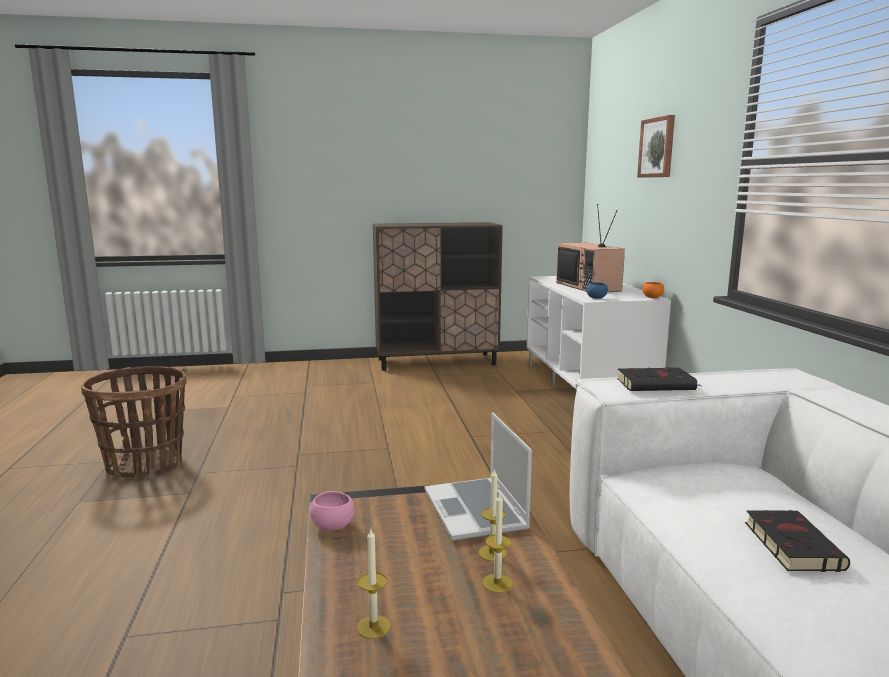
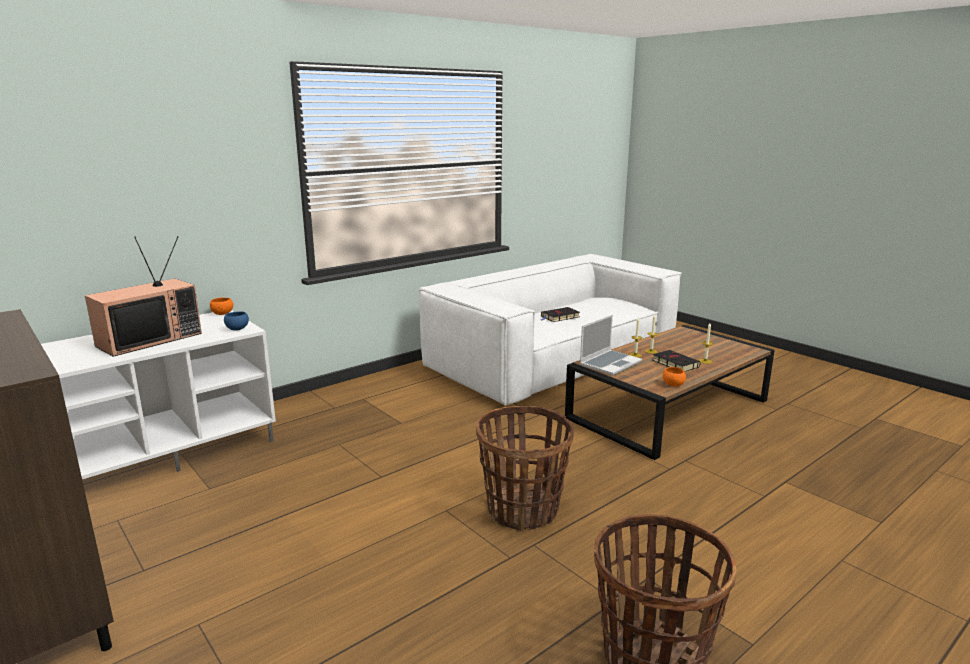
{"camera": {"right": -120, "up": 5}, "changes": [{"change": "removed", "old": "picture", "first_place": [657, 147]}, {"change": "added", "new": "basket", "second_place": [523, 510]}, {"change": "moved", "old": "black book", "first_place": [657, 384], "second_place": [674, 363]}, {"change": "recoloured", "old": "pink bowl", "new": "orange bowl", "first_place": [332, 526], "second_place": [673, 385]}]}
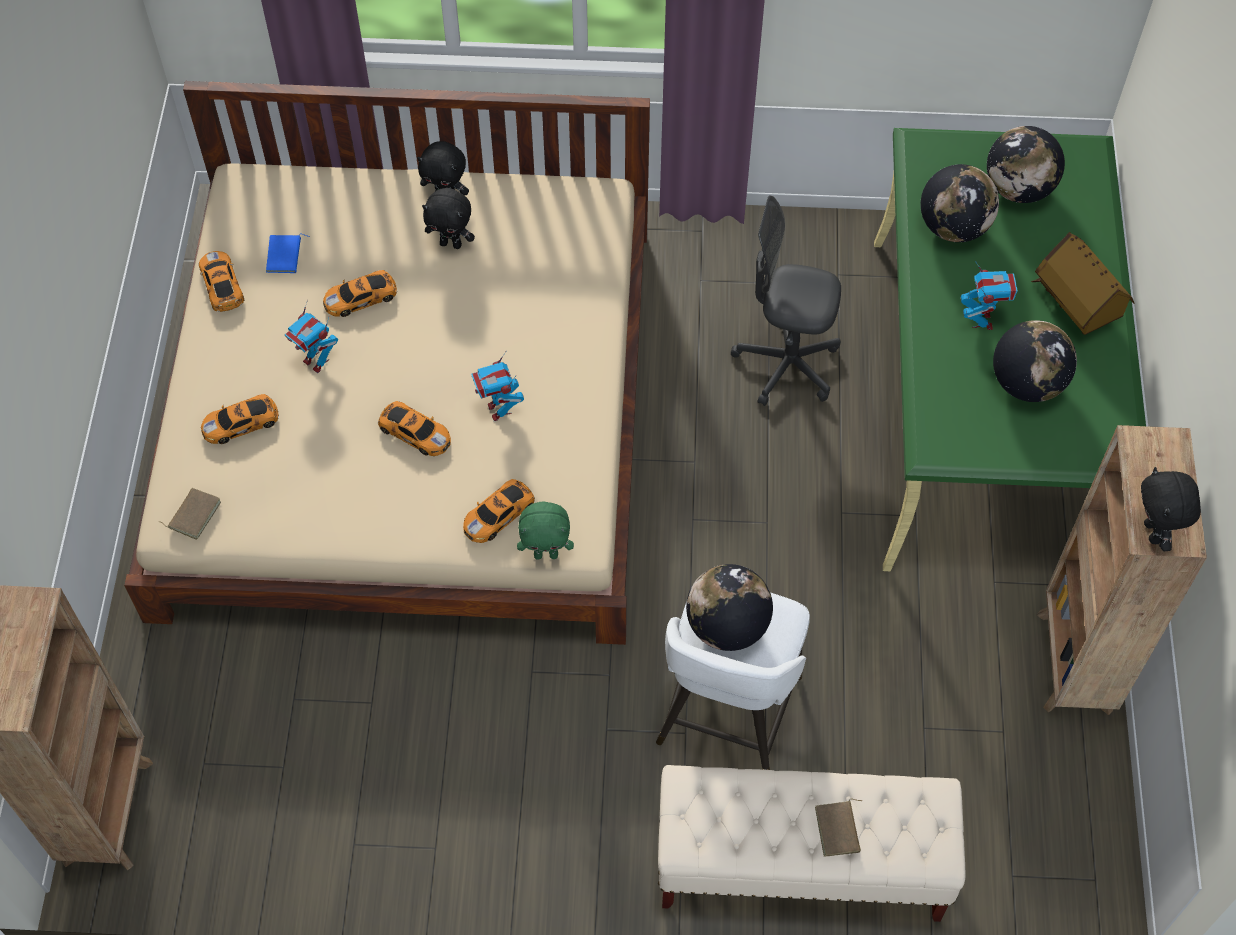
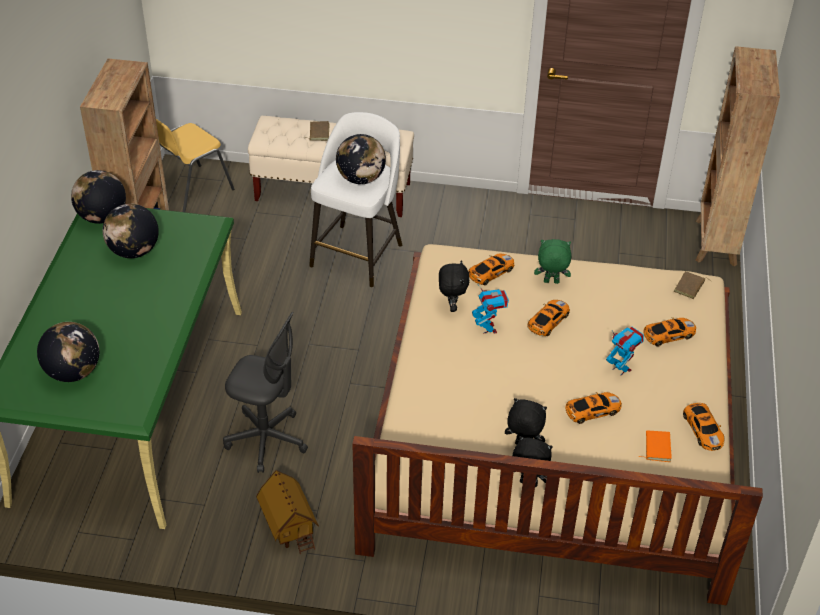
{"camera": {"right": -175, "up": -15}, "changes": [{"change": "removed", "old": "toy robot", "first_place": [981, 320]}, {"change": "added", "new": "yellow chair", "second_place": [191, 191]}, {"change": "moved", "old": "green plush toy", "first_place": [546, 554], "second_place": [551, 282]}, {"change": "moved", "old": "globe", "first_place": [954, 227], "second_place": [102, 217]}, {"change": "moved", "old": "toy house", "first_place": [1075, 307], "second_place": [289, 527]}, {"change": "moved", "old": "black plush toy", "first_place": [1154, 533], "second_place": [451, 306]}, {"change": "recoloured", "old": "blue book", "new": "orange book", "first_place": [285, 256], "second_place": [656, 447]}, {"change": "turned", "old": "toy car", "first_place": [414, 432], "second_place": [548, 321], "degrees": 90}]}
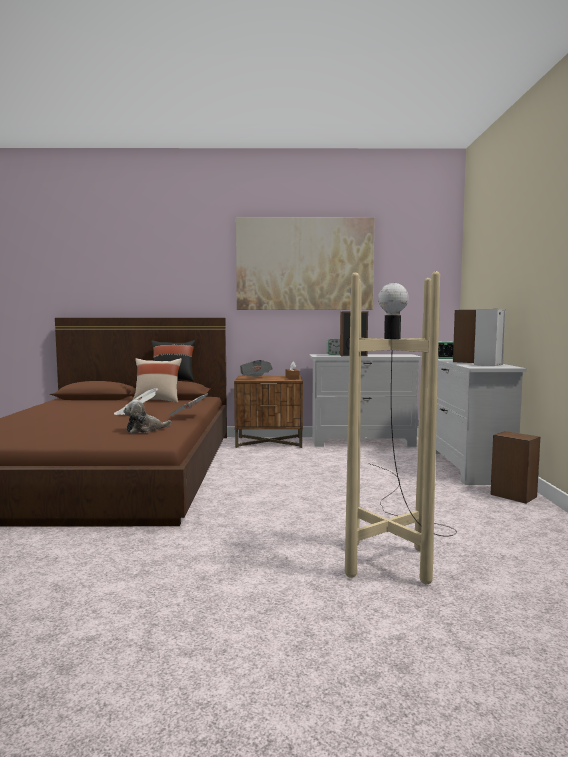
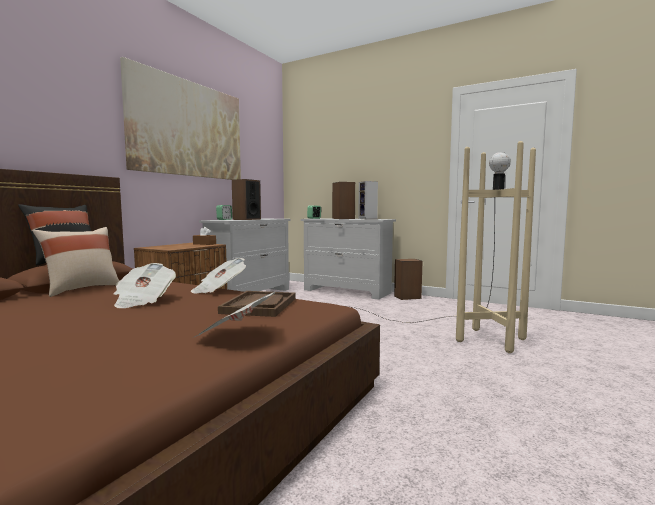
{"camera": {"right": -60, "up": 0}, "changes": [{"change": "moved", "old": "newspaper", "first_place": [256, 378], "second_place": [236, 336]}, {"change": "replaced", "old": "plush toy", "new": "brown tray", "first_place": [145, 430], "second_place": [259, 305]}]}
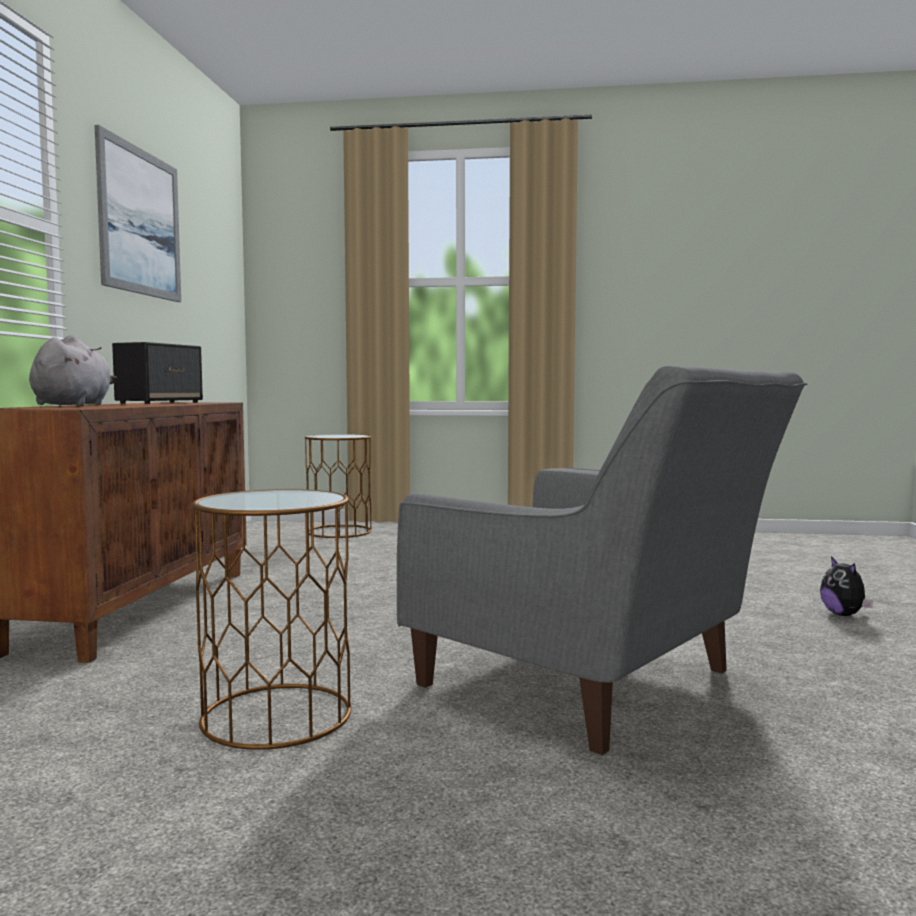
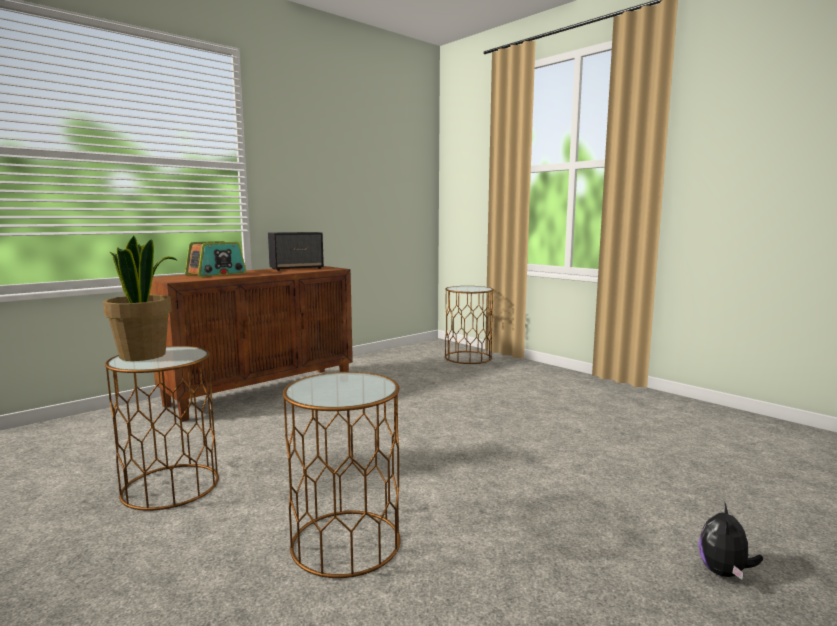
{"camera": {"right": 40, "up": 5}, "changes": [{"change": "removed", "old": "picture", "first_place": [140, 222]}, {"change": "added", "new": "potted plant", "second_place": [144, 355]}, {"change": "replaced", "old": "grey plush toy", "new": "radio", "first_place": [74, 405], "second_place": [216, 274]}, {"change": "replaced", "old": "grey armchair", "new": "brown side table", "first_place": [595, 684], "second_place": [345, 542]}]}
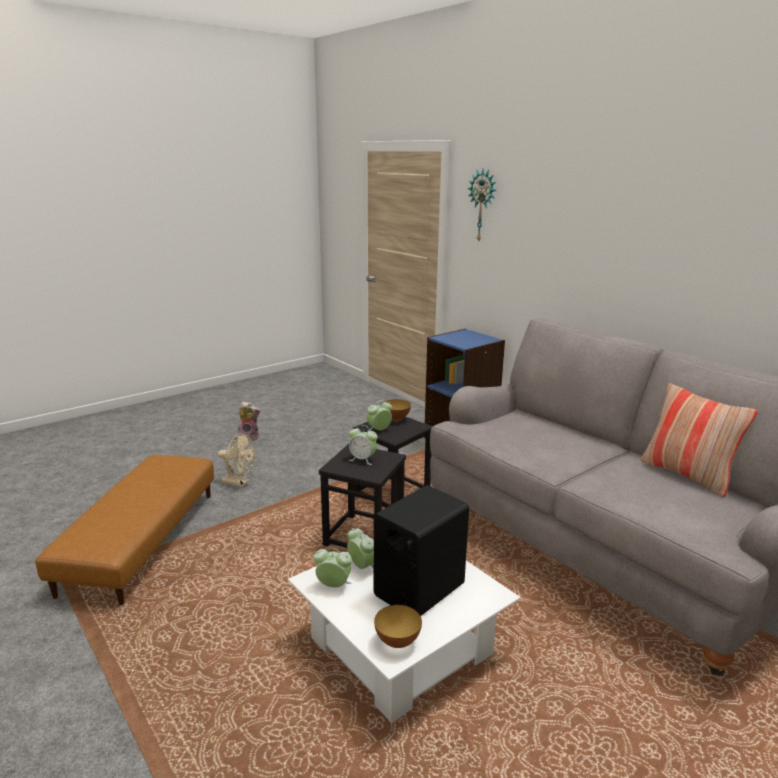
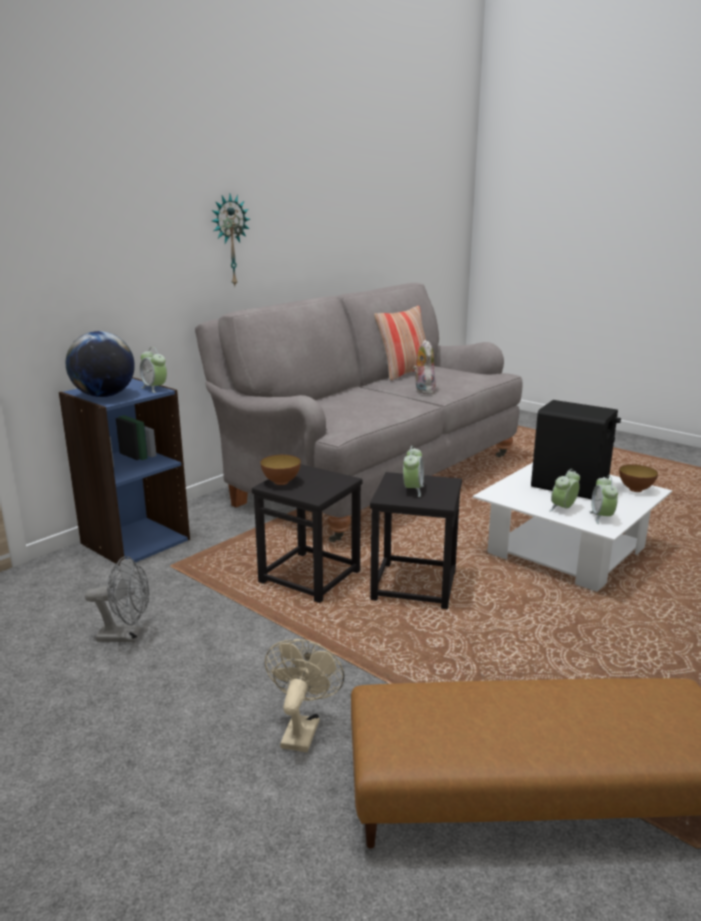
{"camera": {"right": -100, "up": 0}, "changes": [{"change": "added", "new": "globe", "second_place": [104, 396]}, {"change": "added", "new": "grey fan", "second_place": [126, 636]}, {"change": "moved", "old": "plush toy", "first_place": [249, 437], "second_place": [423, 391]}, {"change": "moved", "old": "alarm clock", "first_place": [379, 430], "second_place": [154, 388]}, {"change": "moved", "old": "wall clock", "first_place": [482, 205], "second_place": [229, 240]}]}
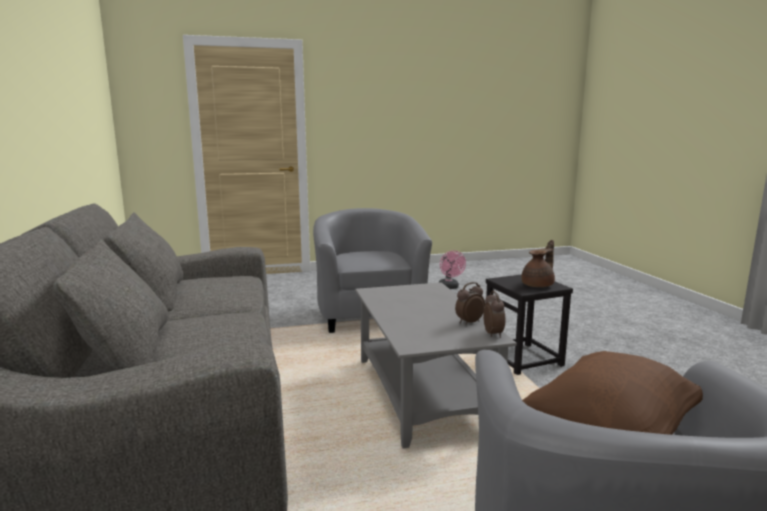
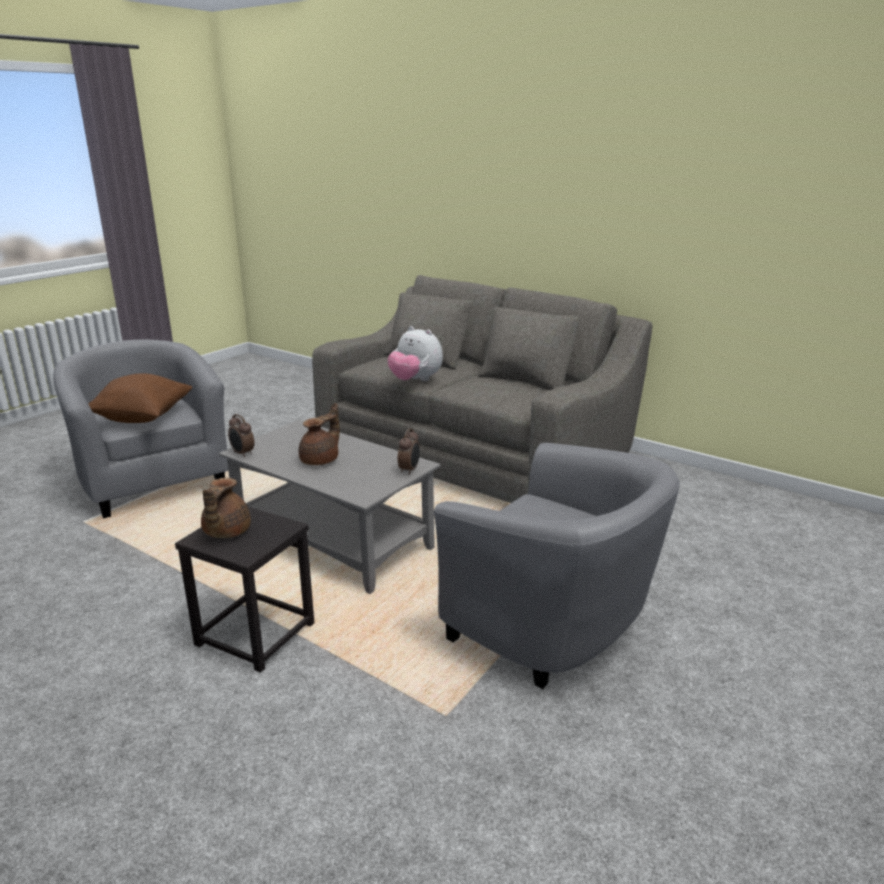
{"camera": {"right": 140, "up": 10}, "changes": [{"change": "removed", "old": "pink fan", "first_place": [449, 287]}, {"change": "added", "new": "brown teapot", "second_place": [321, 460]}, {"change": "added", "new": "plush toy", "second_place": [415, 381]}, {"change": "moved", "old": "alarm clock", "first_place": [468, 322], "second_place": [409, 470]}]}
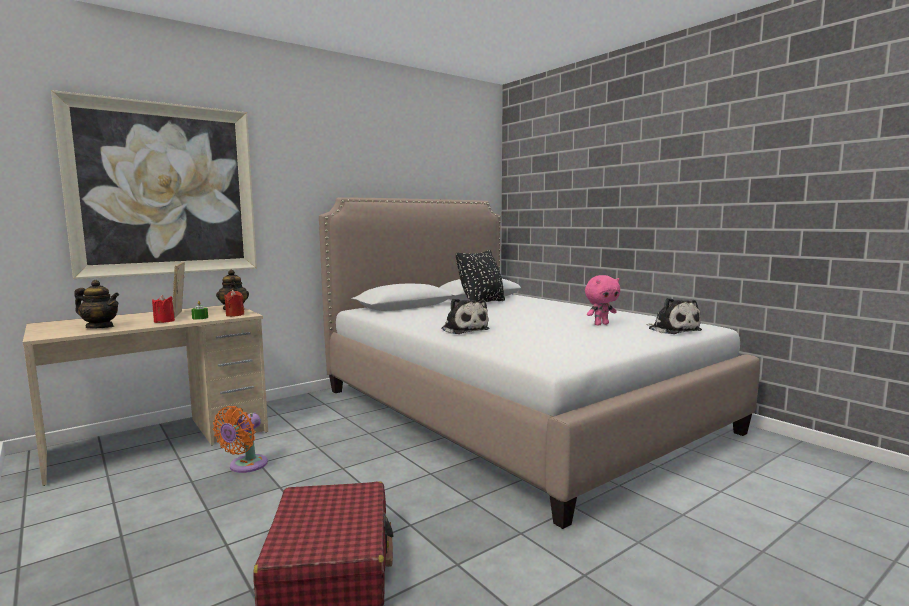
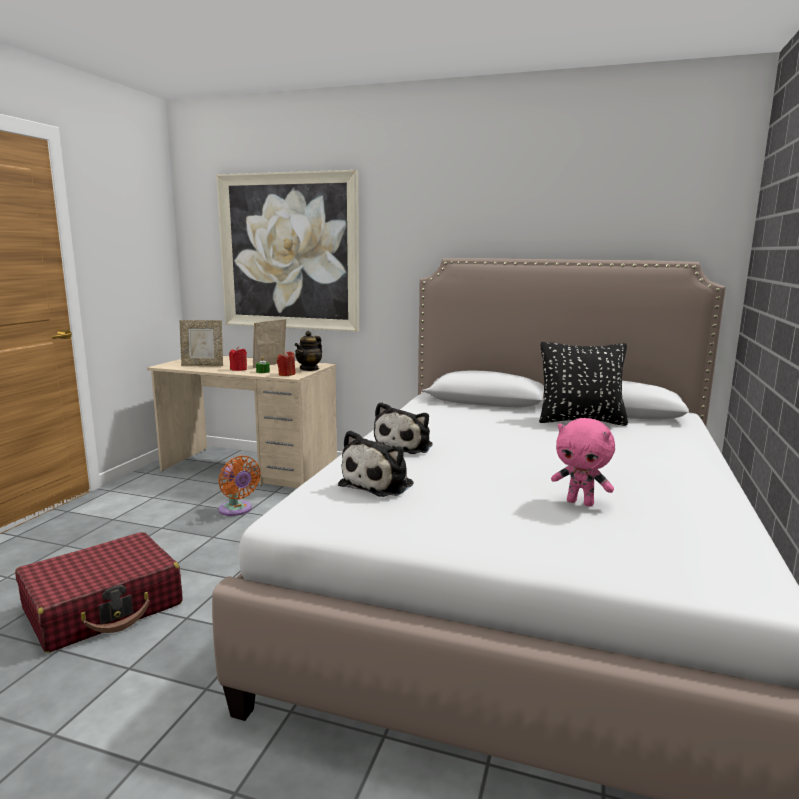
{"camera": {"right": 55, "up": 5}, "changes": [{"change": "moved", "old": "plush toy", "first_place": [672, 330], "second_place": [380, 484]}, {"change": "replaced", "old": "teapot", "new": "picture frame", "first_place": [100, 327], "second_place": [203, 365]}, {"change": "turned", "old": "orange fan", "first_place": [245, 466], "second_place": [237, 510], "degrees": -120}]}
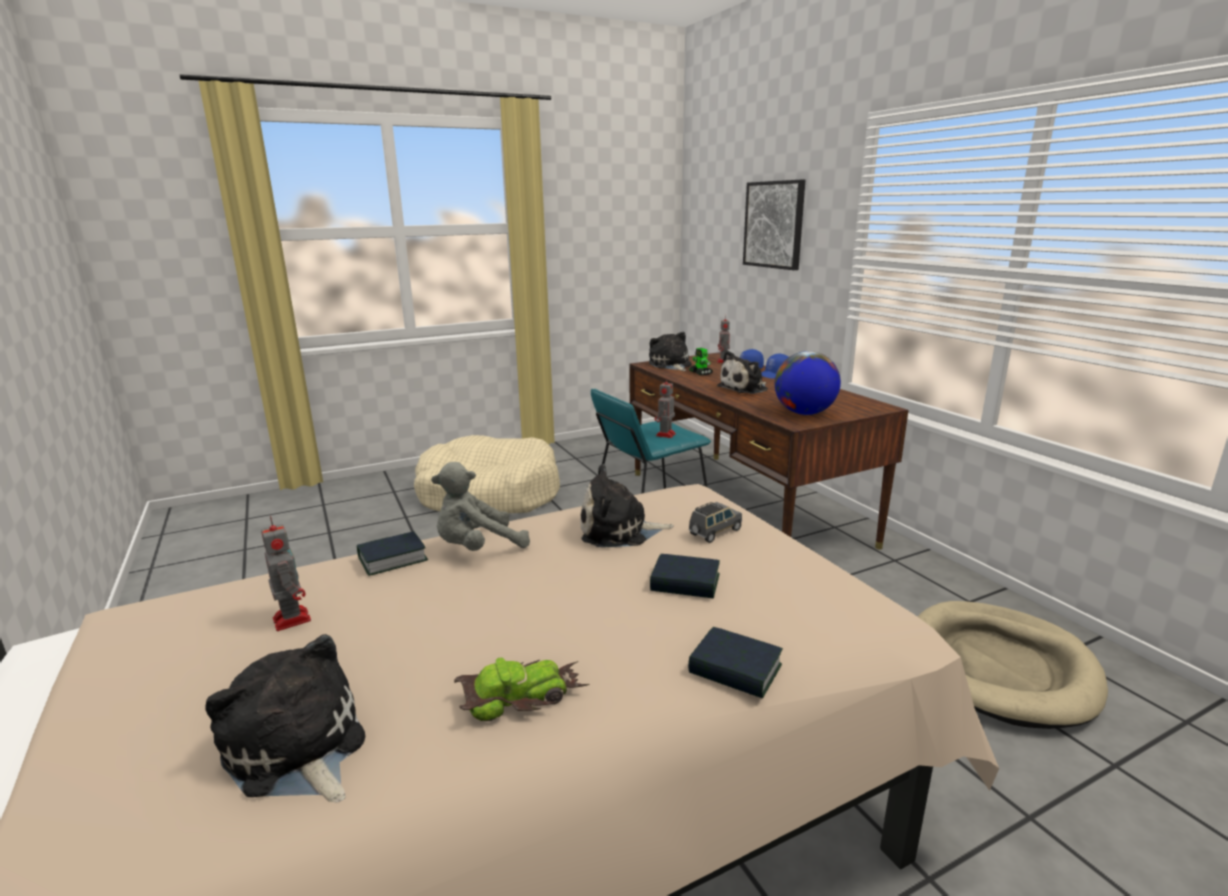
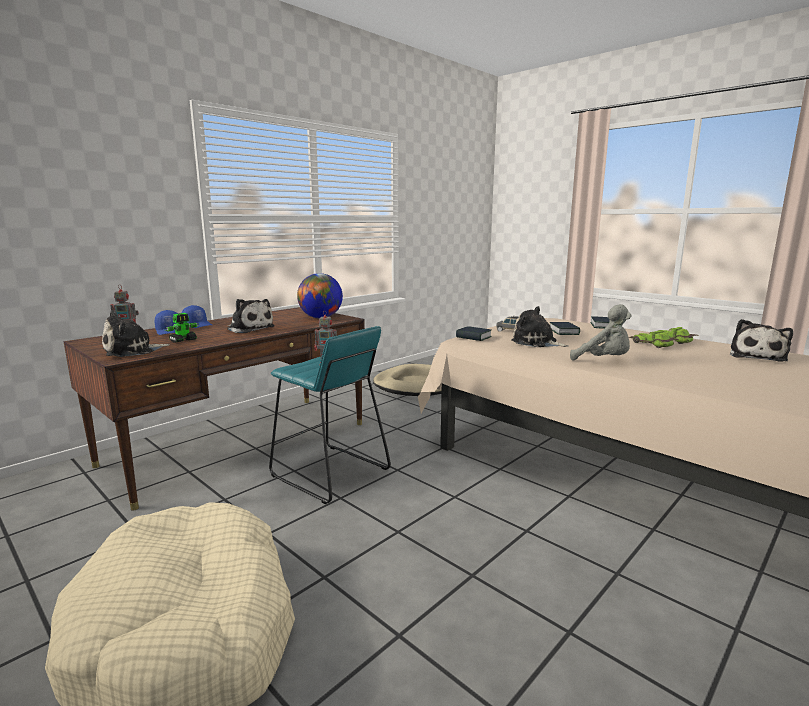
{"camera": {"right": -110, "up": -5}, "changes": [{"change": "removed", "old": "toy robot", "first_place": [291, 618]}, {"change": "removed", "old": "picture", "first_place": [774, 225]}, {"change": "added", "new": "toy car", "second_place": [650, 344]}, {"change": "moved", "old": "book", "first_place": [392, 559], "second_place": [473, 337]}, {"change": "turned", "old": "plush toy", "first_place": [619, 531], "second_place": [536, 342], "degrees": 150}]}
